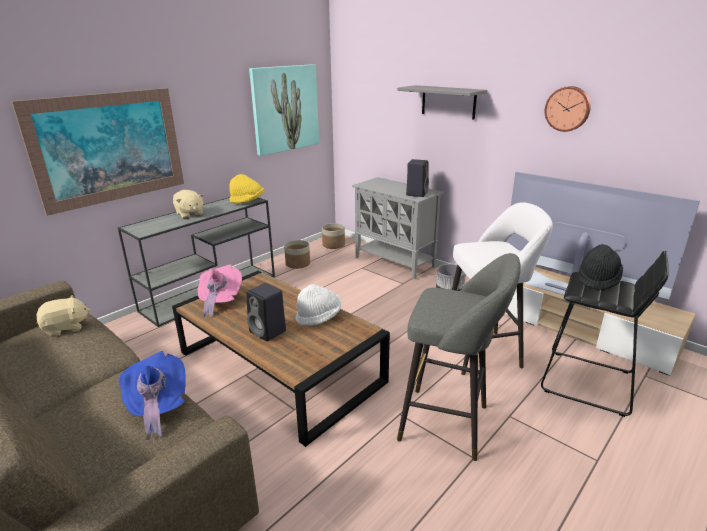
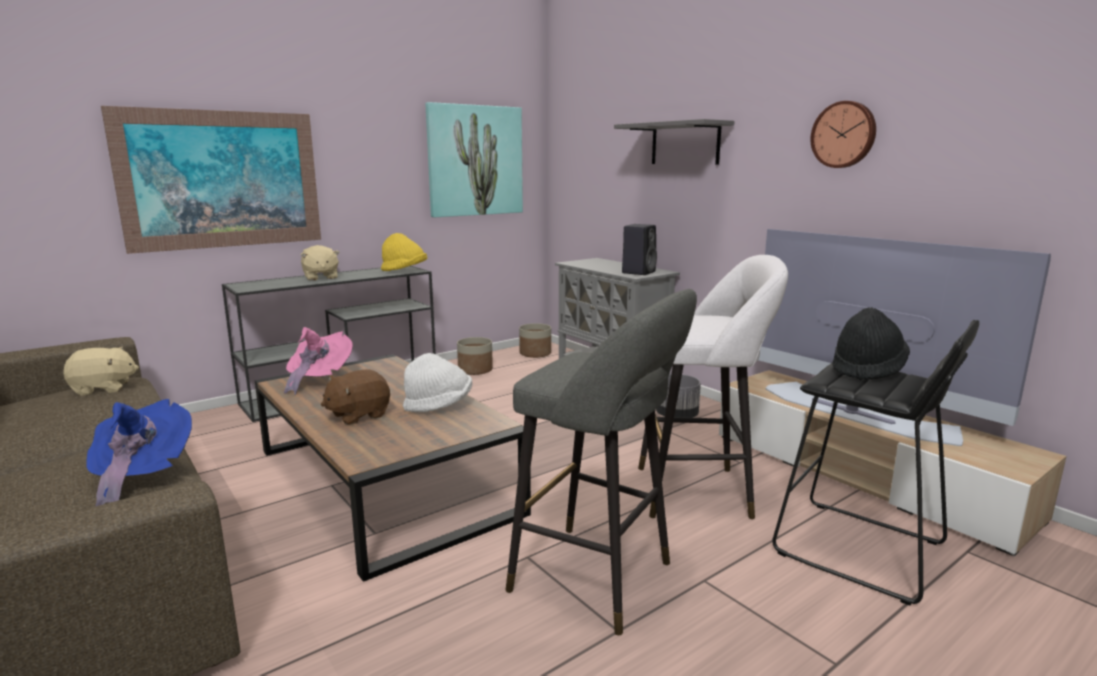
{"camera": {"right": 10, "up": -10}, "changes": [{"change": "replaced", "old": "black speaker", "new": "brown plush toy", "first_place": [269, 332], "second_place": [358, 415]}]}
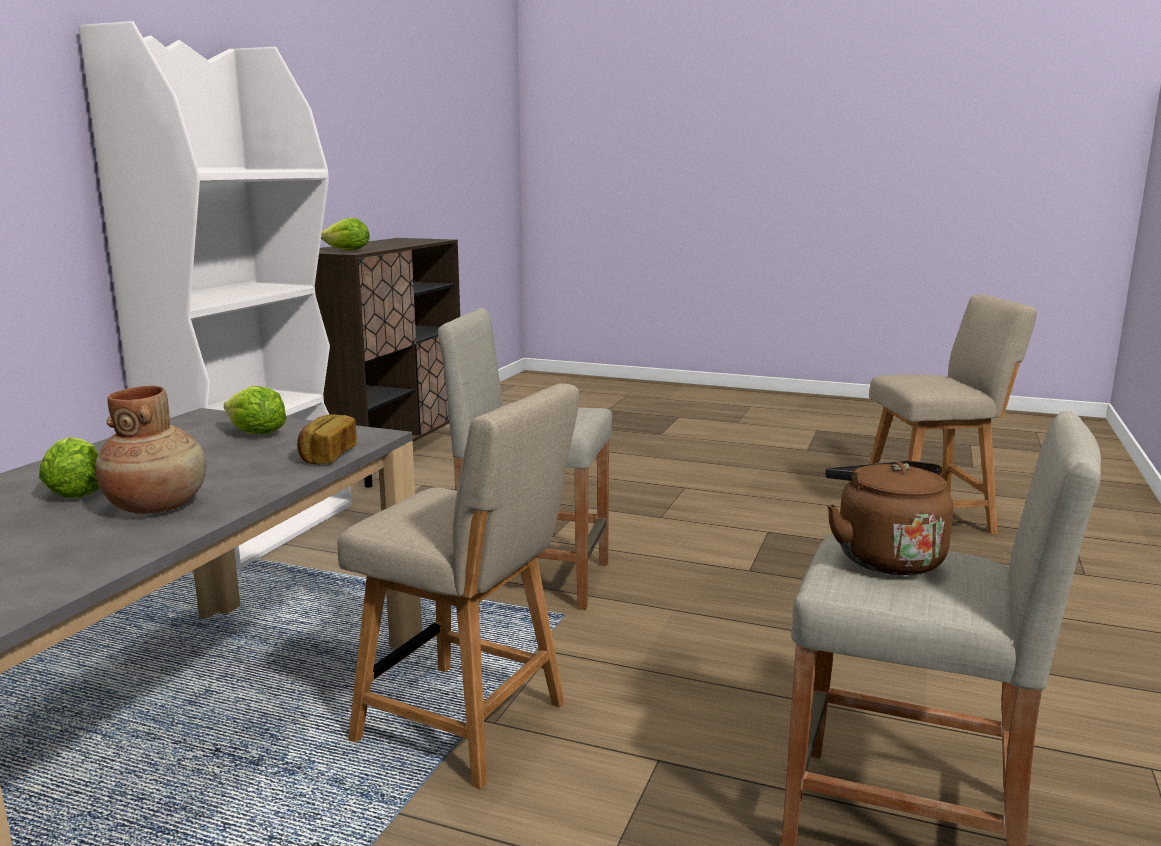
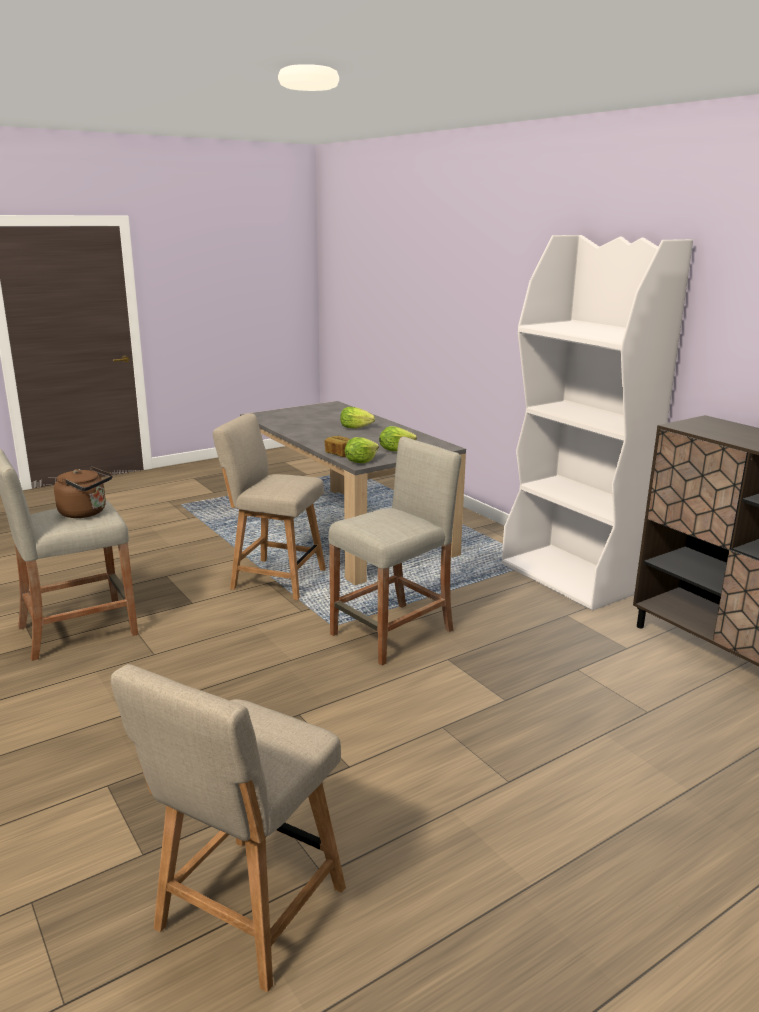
{"camera": {"right": 125, "up": 5}, "changes": [{"change": "removed", "old": "brown vase", "first_place": [158, 506]}, {"change": "moved", "old": "lettuce", "first_place": [348, 250], "second_place": [360, 462]}, {"change": "turned", "old": "beige chair", "first_place": [469, 724], "second_place": [274, 578], "degrees": 45}]}
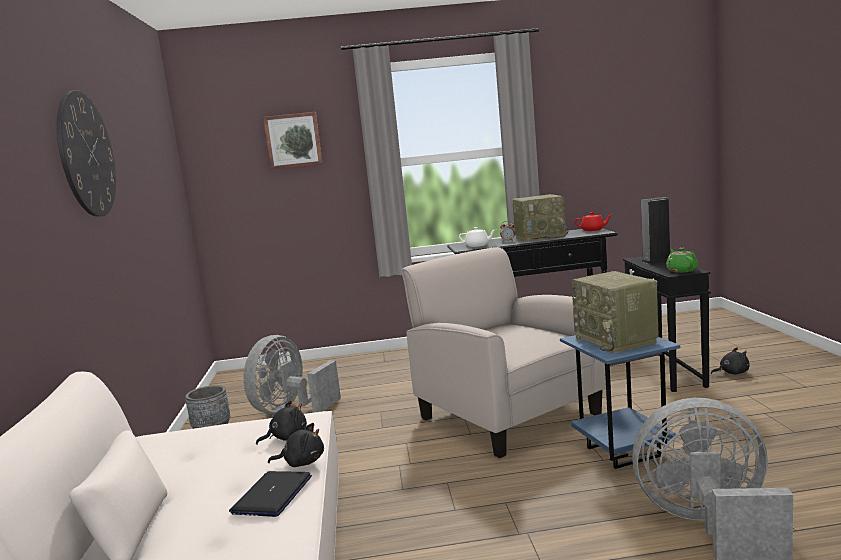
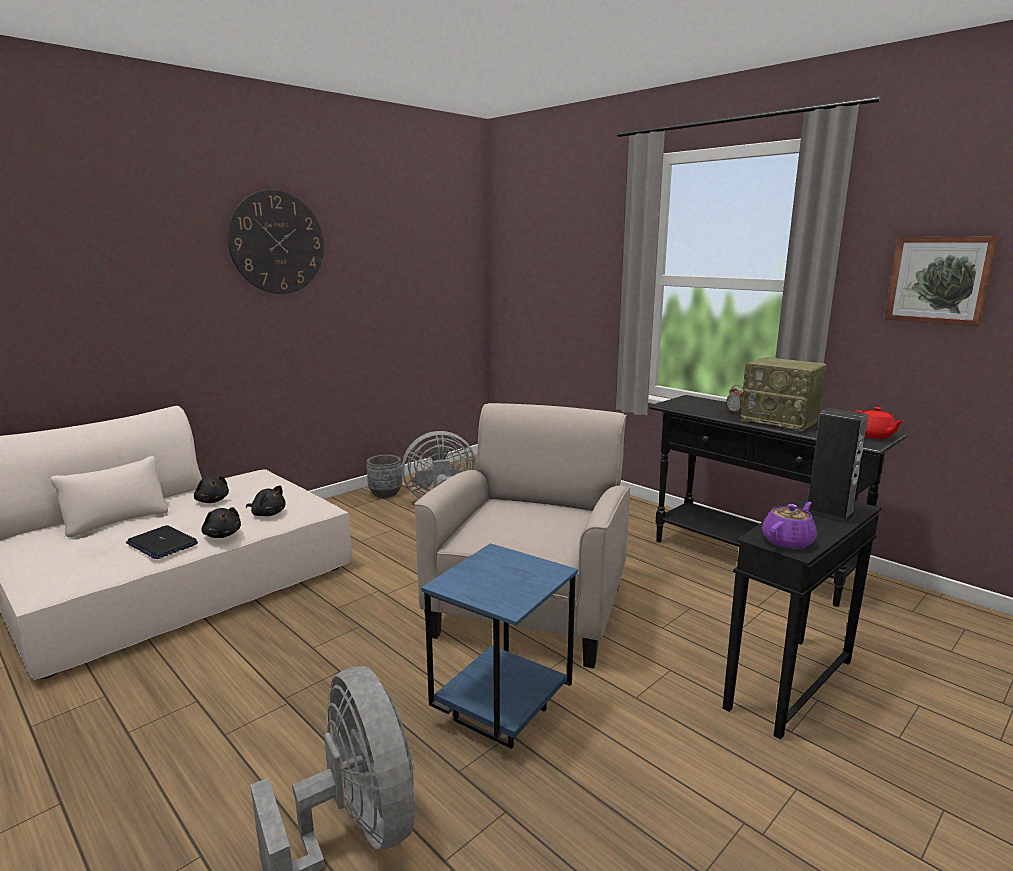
{"camera": {"right": 50, "up": 5}, "changes": [{"change": "removed", "old": "white teapot", "first_place": [477, 245]}, {"change": "removed", "old": "radio", "first_place": [617, 340]}, {"change": "moved", "old": "picture", "first_place": [293, 140], "second_place": [939, 280]}, {"change": "moved", "old": "black plush toy", "first_place": [732, 373], "second_place": [212, 501]}, {"change": "recoloured", "old": "green teapot", "new": "purple teapot", "first_place": [681, 270], "second_place": [788, 541]}, {"change": "turned", "old": "laptop", "first_place": [272, 495], "second_place": [162, 544], "degrees": -120}]}
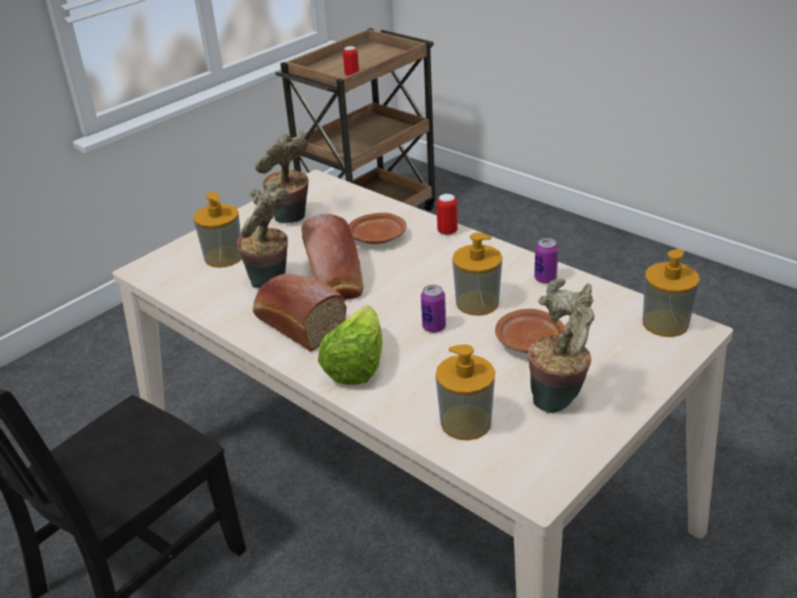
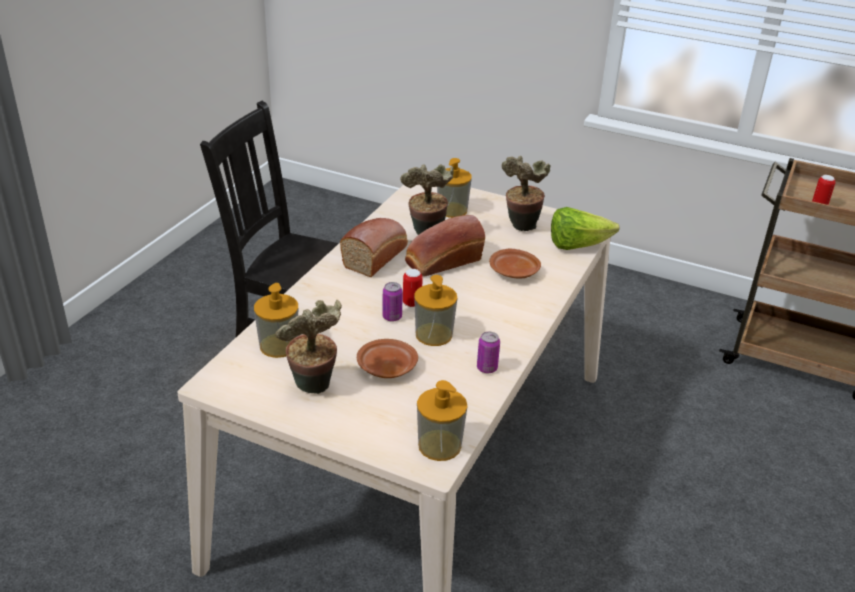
{"camera": {"right": 70, "up": 0}, "changes": [{"change": "moved", "old": "lettuce", "first_place": [356, 366], "second_place": [577, 245]}, {"change": "moved", "old": "can", "first_place": [447, 231], "second_place": [412, 303]}]}
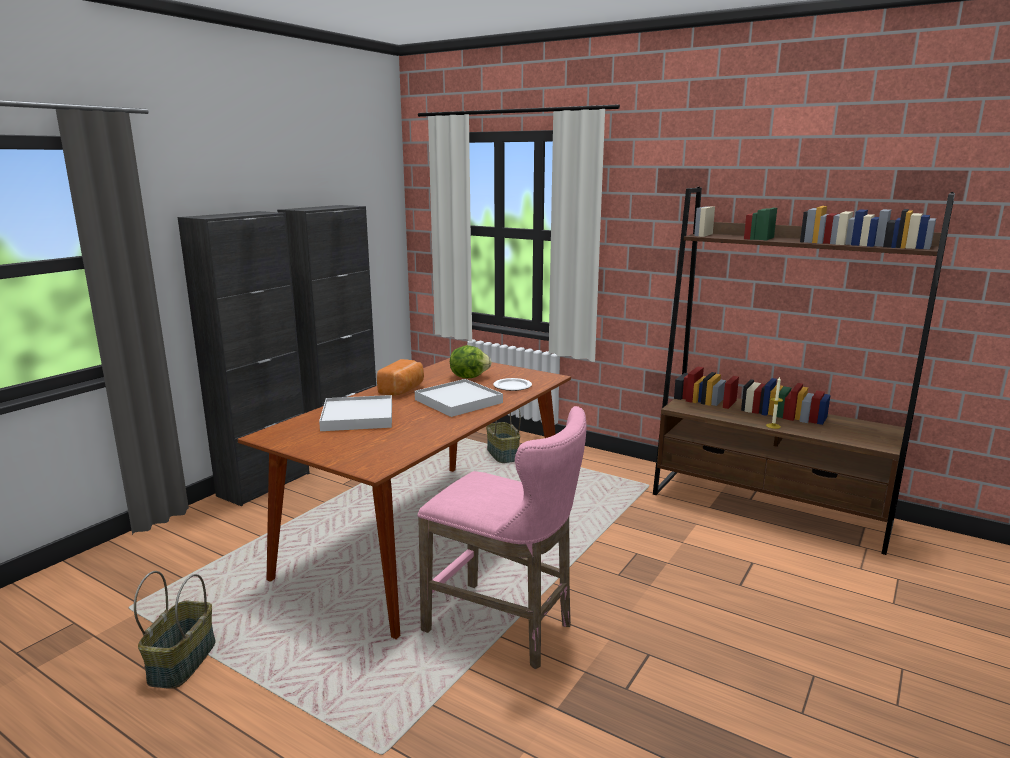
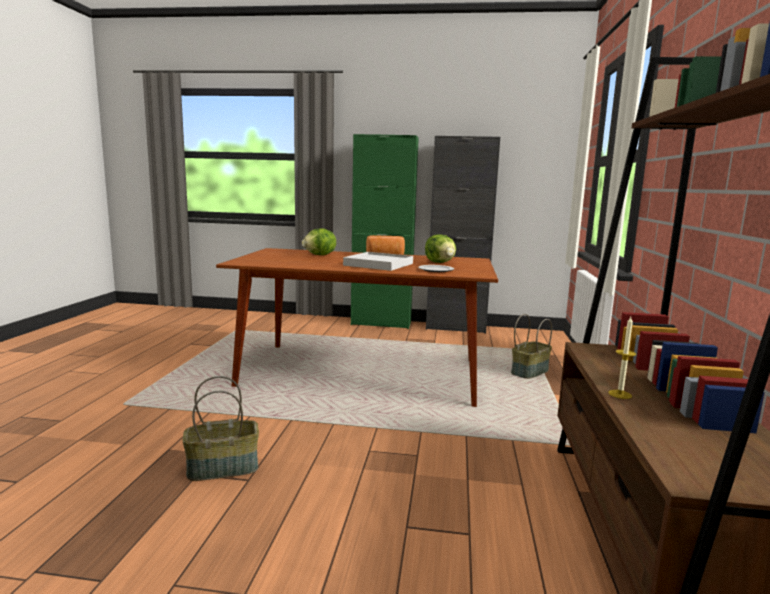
{"camera": {"right": 65, "up": -5}, "changes": [{"change": "removed", "old": "pink stool", "first_place": [506, 628]}, {"change": "moved", "old": "basket", "first_place": [182, 661], "second_place": [223, 467]}, {"change": "replaced", "old": "white tray", "new": "lettuce", "first_place": [358, 417], "second_place": [320, 255]}, {"change": "recoloured", "old": "black cabinet", "new": "green cabinet", "first_place": [264, 484], "second_place": [381, 323]}]}
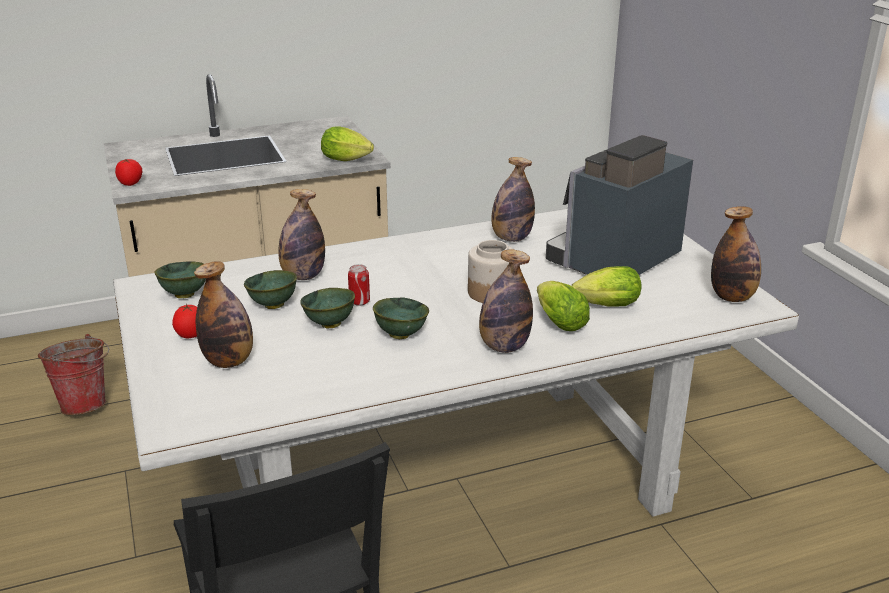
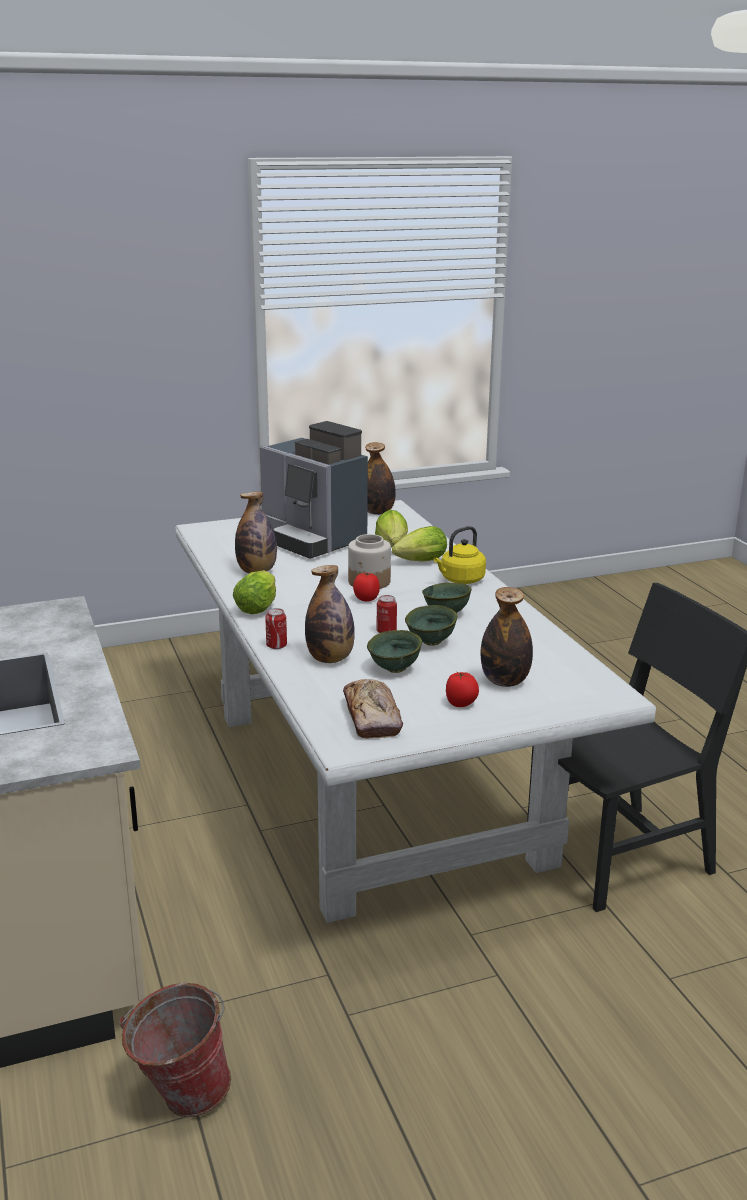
{"camera": {"right": -90, "up": -5}, "changes": [{"change": "added", "new": "can", "second_place": [276, 646]}, {"change": "moved", "old": "tomato", "first_place": [131, 184], "second_place": [366, 599]}, {"change": "moved", "old": "lettuce", "first_place": [348, 160], "second_place": [258, 607]}, {"change": "replaced", "old": "green bowl", "new": "bread", "first_place": [184, 295], "second_place": [372, 718]}, {"change": "replaced", "old": "bottle", "new": "yellow kettle", "first_place": [504, 347], "second_place": [460, 580]}]}
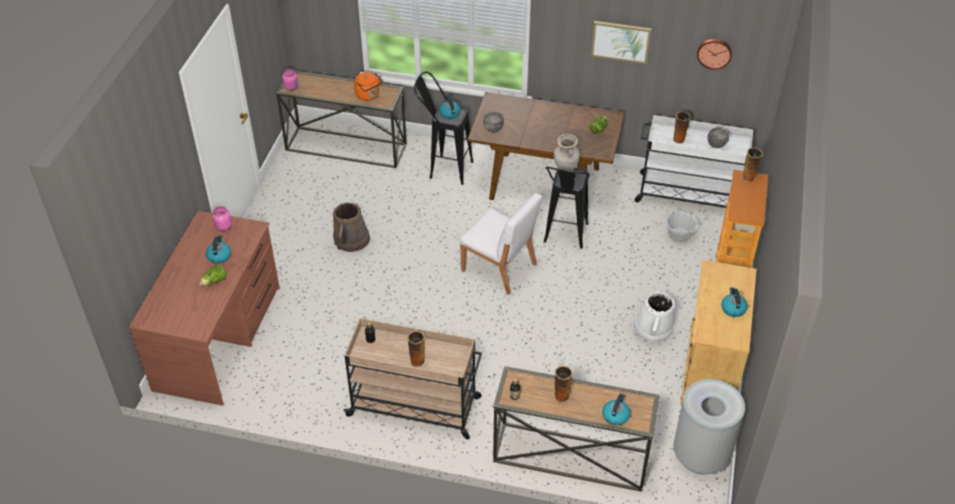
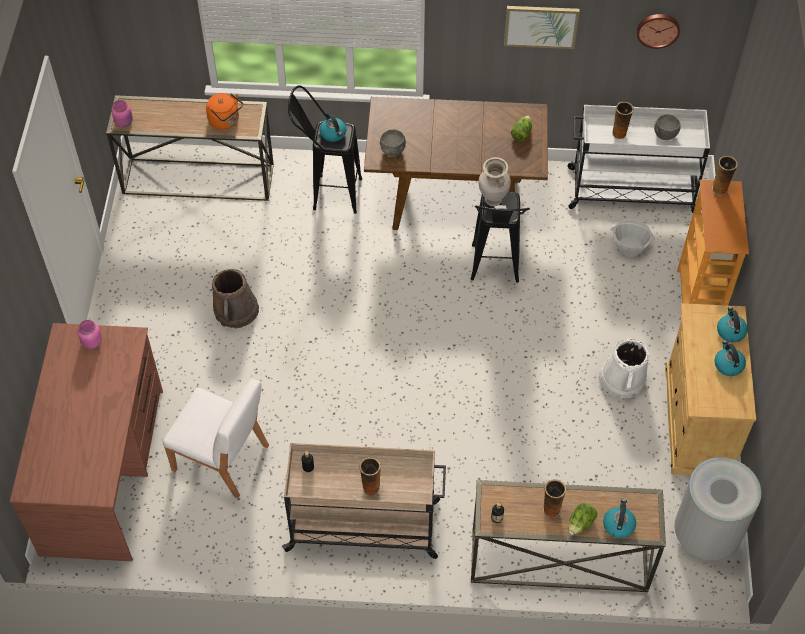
{"camera": {"right": -10, "up": 10}, "changes": [{"change": "moved", "old": "lettuce", "first_place": [214, 281], "second_place": [581, 523]}, {"change": "moved", "old": "kettle", "first_place": [219, 256], "second_place": [730, 331]}, {"change": "moved", "old": "white chair", "first_place": [499, 268], "second_place": [221, 459]}]}
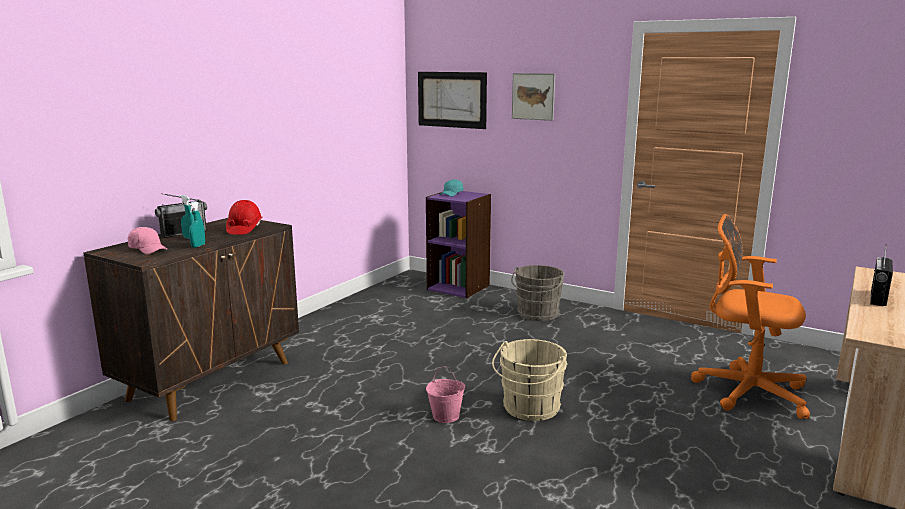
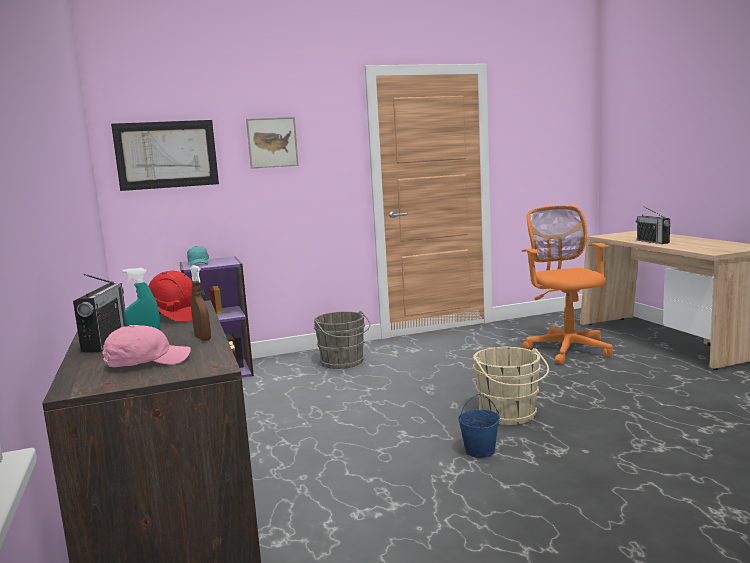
{"camera": {"right": -50, "up": -5}, "changes": [{"change": "recoloured", "old": "turquoise spray bottle", "new": "brown spray bottle", "first_place": [198, 246], "second_place": [203, 338]}, {"change": "recoloured", "old": "pink bucket", "new": "blue bucket", "first_place": [446, 416], "second_place": [480, 451]}, {"change": "turned", "old": "orange office chair", "first_place": [745, 391], "second_place": [567, 348], "degrees": 105}]}
